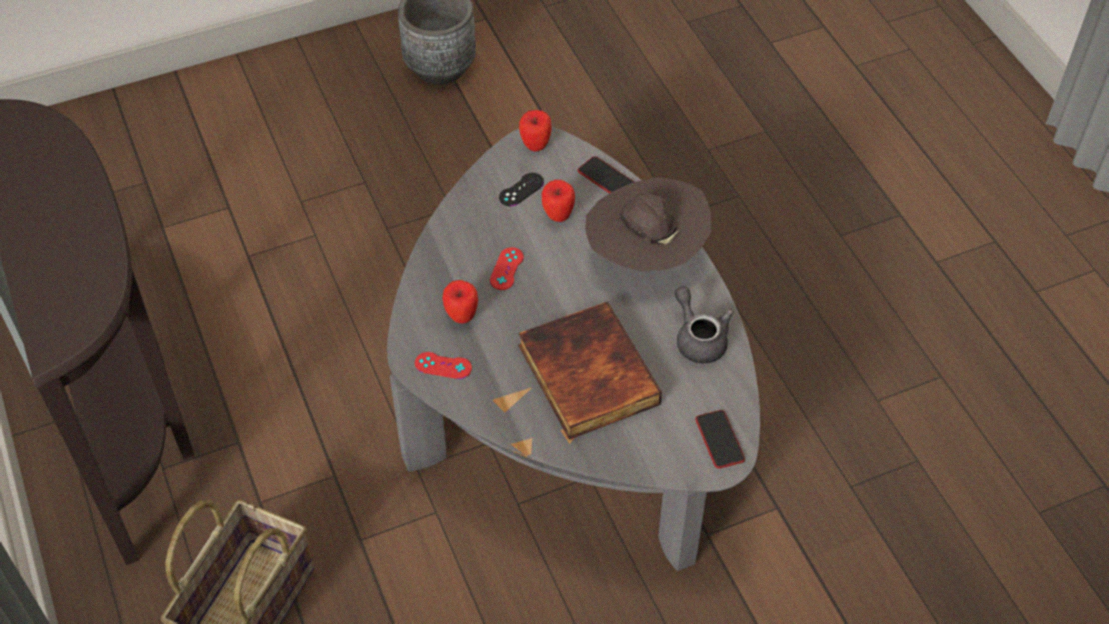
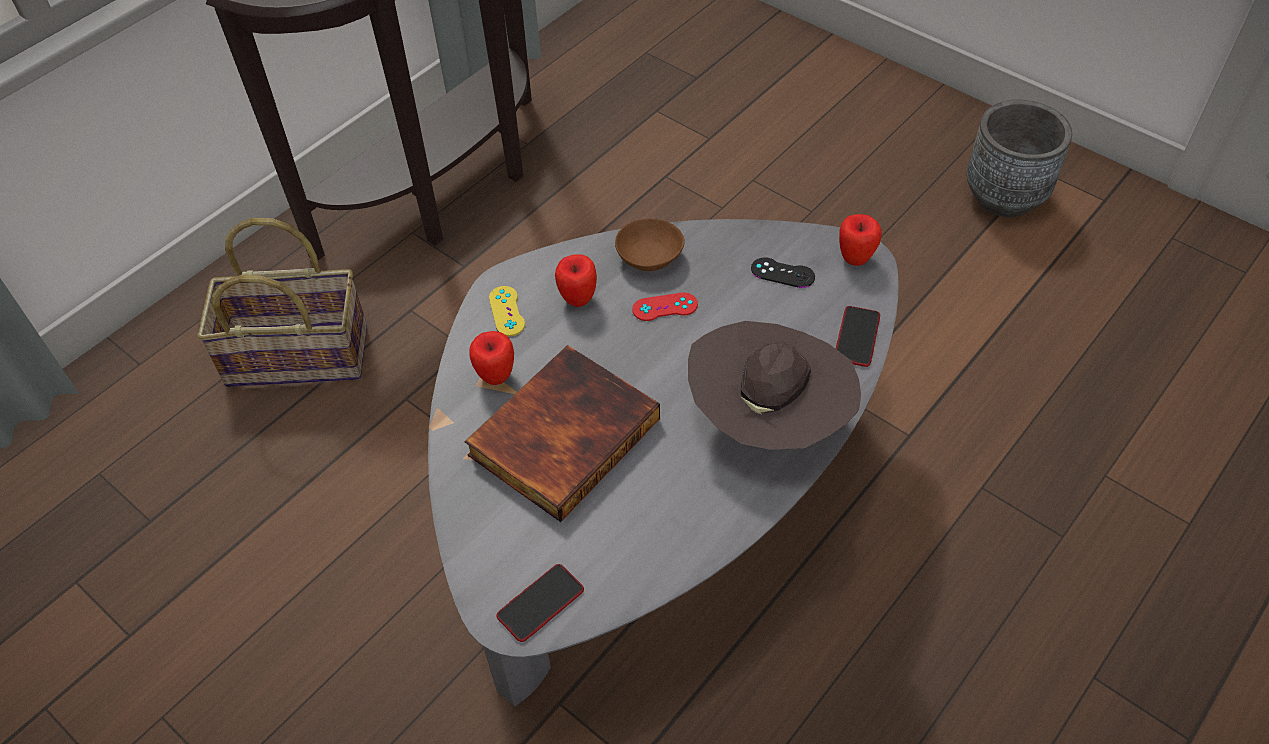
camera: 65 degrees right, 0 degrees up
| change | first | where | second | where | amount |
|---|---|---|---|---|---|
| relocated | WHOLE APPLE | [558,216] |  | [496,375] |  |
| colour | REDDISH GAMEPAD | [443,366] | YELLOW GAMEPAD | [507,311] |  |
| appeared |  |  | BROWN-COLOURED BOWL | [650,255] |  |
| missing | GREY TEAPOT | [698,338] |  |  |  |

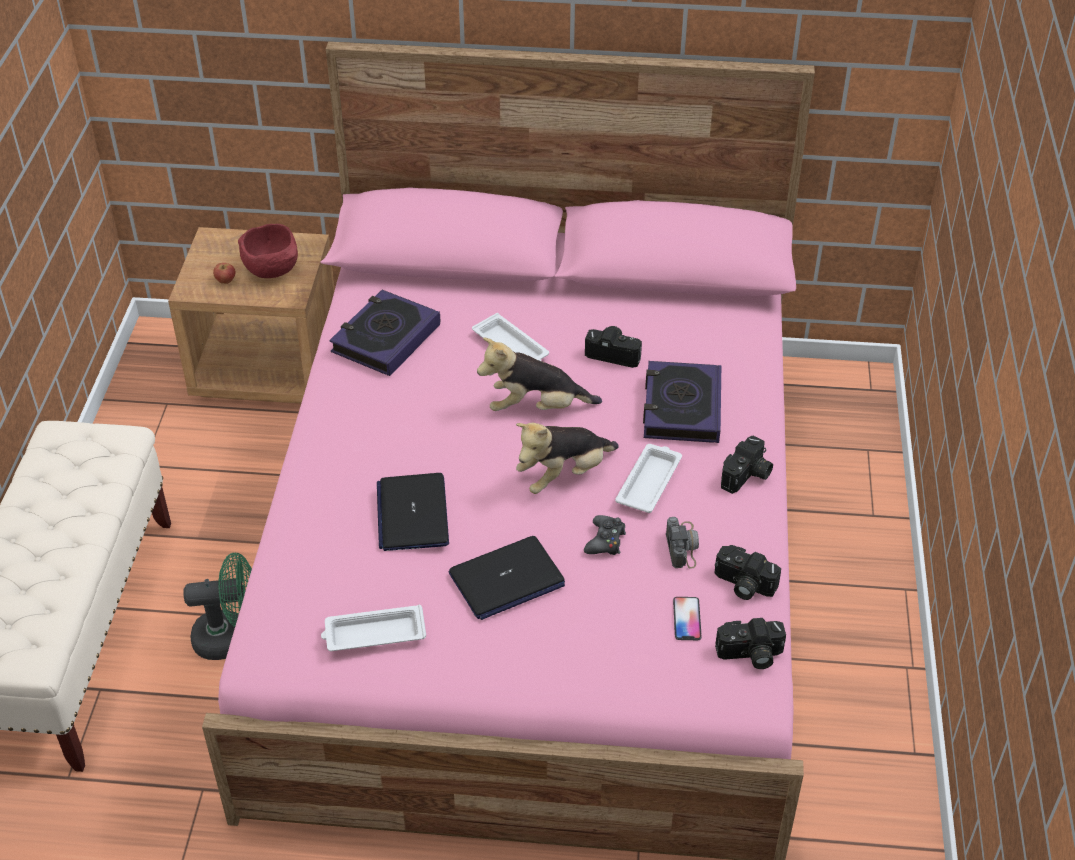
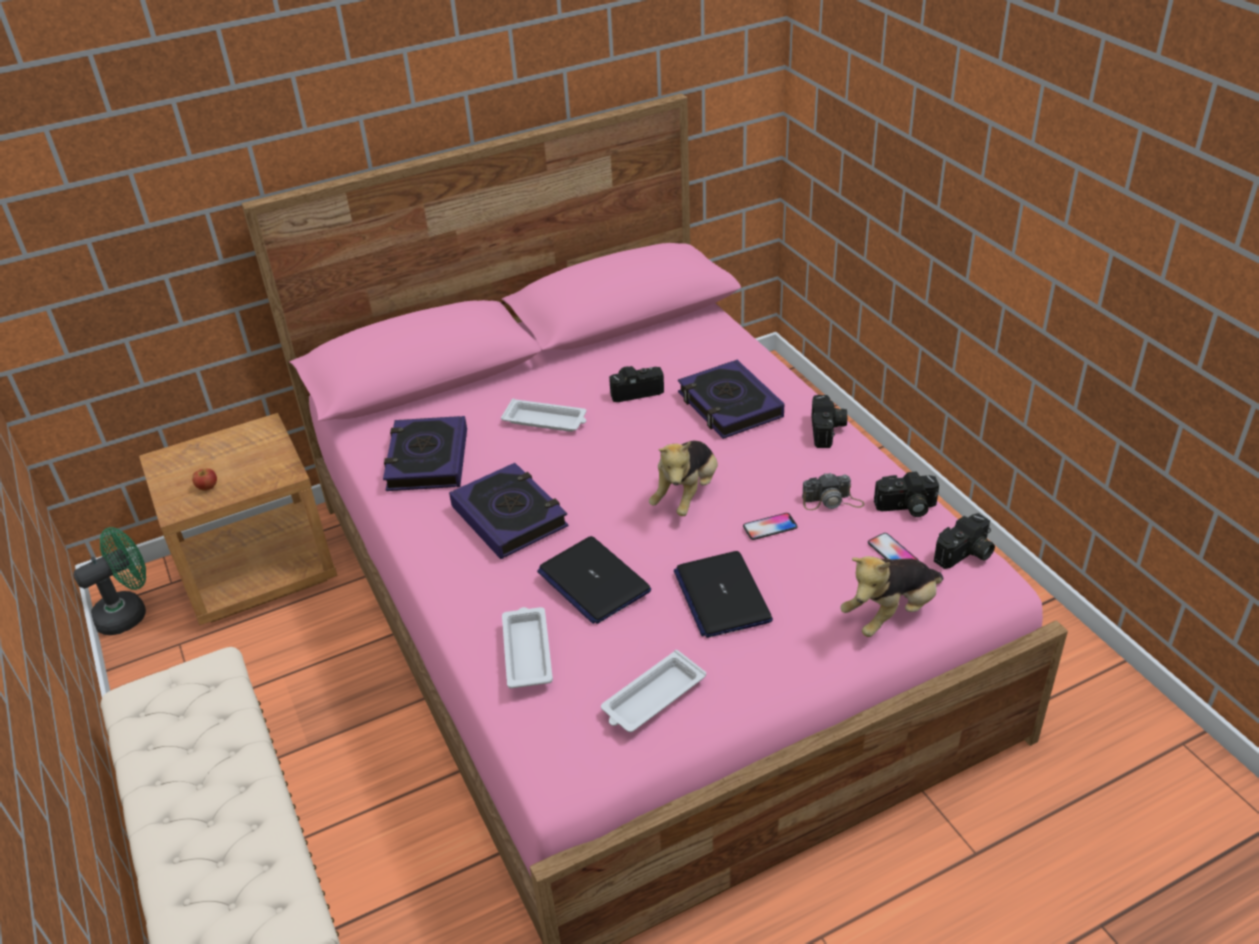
camera: 30 degrees left, 5 degrees down
| change | first | where | second | where | amount |
|---|---|---|---|---|---|
| relocated | GREEN-COLOURED ELECTRIC FAN | [230,637] |  | [129,612] |  |
| appeared |  |  | BOUND BOOK | [510,516] |  |
| relocated | WHITE-COLOURED TRAY | [649,481] |  | [527,651] |  |
| spun | PORTABLE COMPUTER | [506,580] |  | [721,595] | 135 degrees clockwise |
| exchanged | BLACK GAMEPAD | [605,541] | PHONE | [770,527] |  |
| spun | STILL CAMERA | [682,545] |  | [832,501] | 120 degrees clockwise |
| relocated | SOFT TOY | [536,407] |  | [891,613] |  |
| missing | REDDISH BOWL | [273,271] |  |  |  |

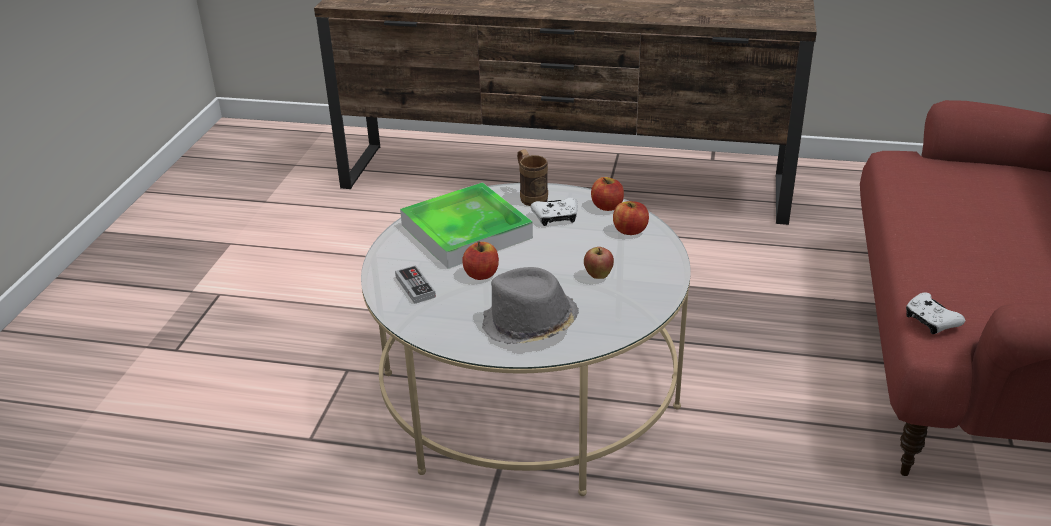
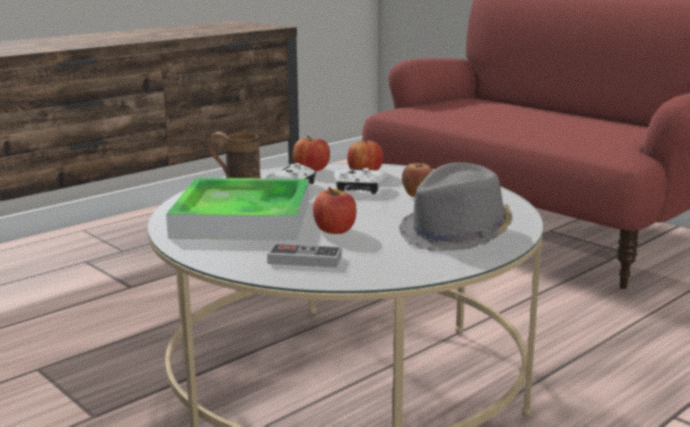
camera: 55 degrees left, 15 degrees down
| change | first | where | second | where | amount |
|---|---|---|---|---|---|
| relocated | WHITE-COLOURED GAMEPAD | [930,321] |  | [359,189] |  |

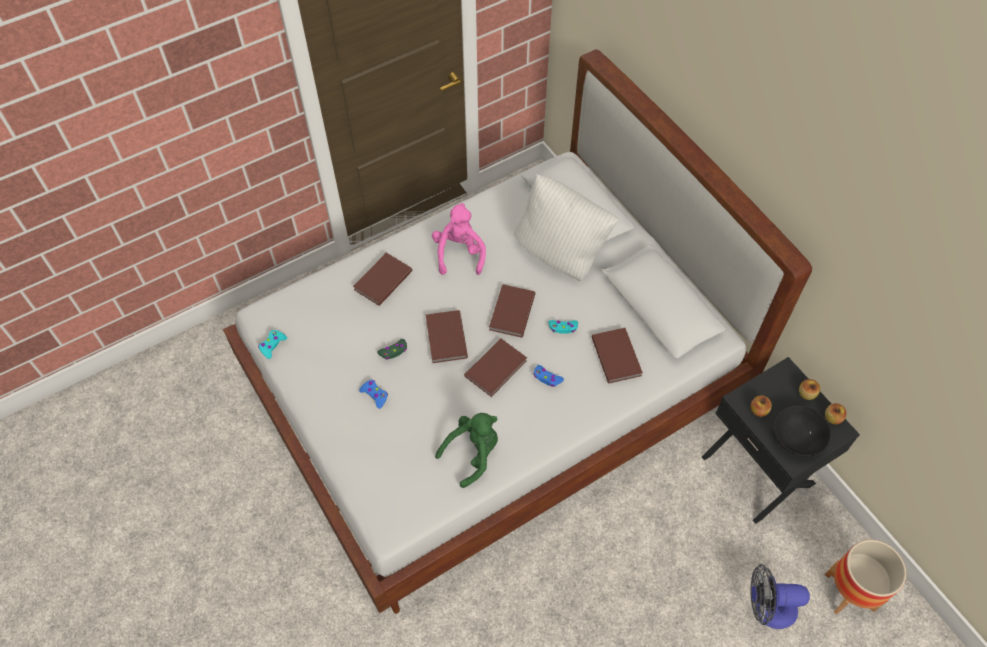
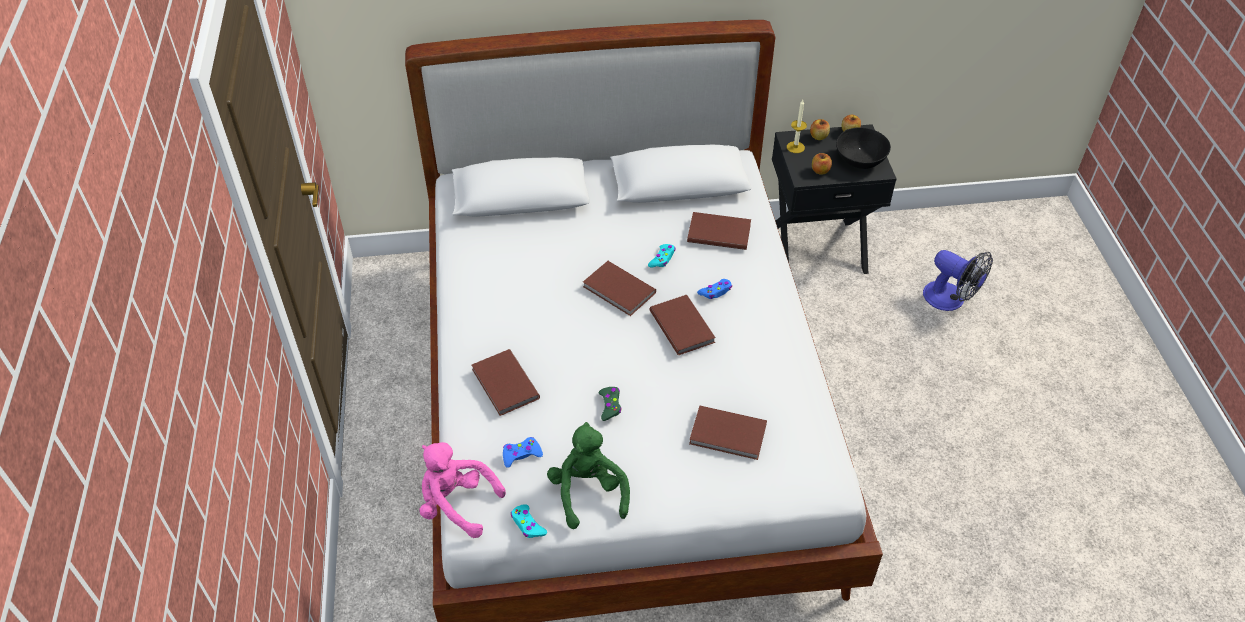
camera: 65 degrees left, 10 degrees down
| change | first | where | second | where | amount |
|---|---|---|---|---|---|
| relocated | PINKISH SOFT TOY | [459,253] |  | [456,504] |  |
| relocated | BLUE GAMEPAD | [375,395] |  | [521,455] |  |
| relocated | GREEN-COLOURED SOFT TOY | [472,453] |  | [588,492] |  |
| relocated | BROWN-COLOURED BOUND BOOK | [445,338] |  | [728,435] |  |
| appeared |  |  | CANDLE | [795,147] |  |
| spun | ELECTRIC FAN | [767,608] |  | [950,300] | 75 degrees counterclockwise |
| missing | WHITE-COLOURED PILLOW | [560,255] |  |  |  |
| missing | PLANT POT | [849,591] |  |  |  |

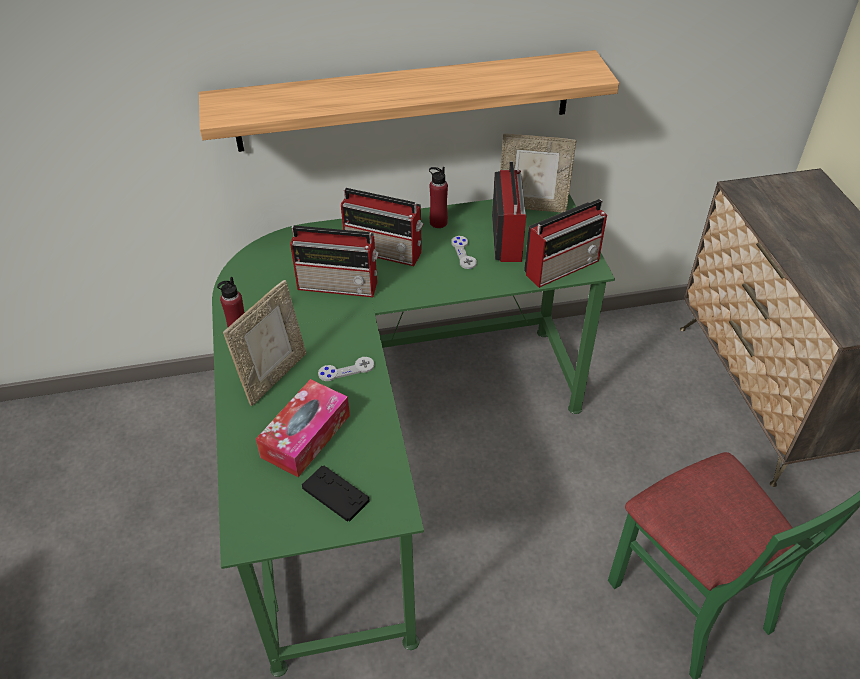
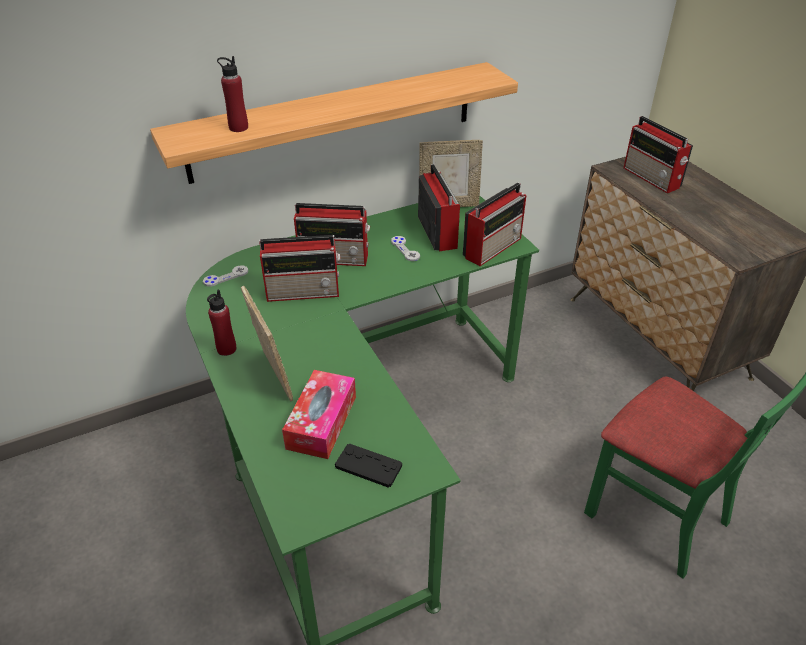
camera: 15 degrees left, 5 degrees down
| change | first | where | second | where | amount |
|---|---|---|---|---|---|
| relocated | GREY GAMEPAD | [346,370] |  | [226,277] |  |
| relocated | REDDISH BOTTLE | [438,222] |  | [238,127] |  |
| spun | STANDING FRAME | [274,376] |  | [272,377] | 45 degrees counterclockwise |
| appeared |  |  | RADIO | [652,178] |  |

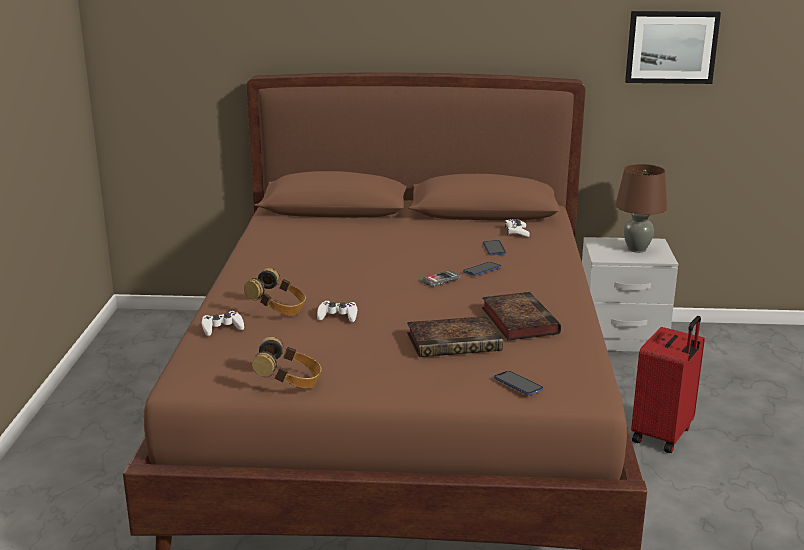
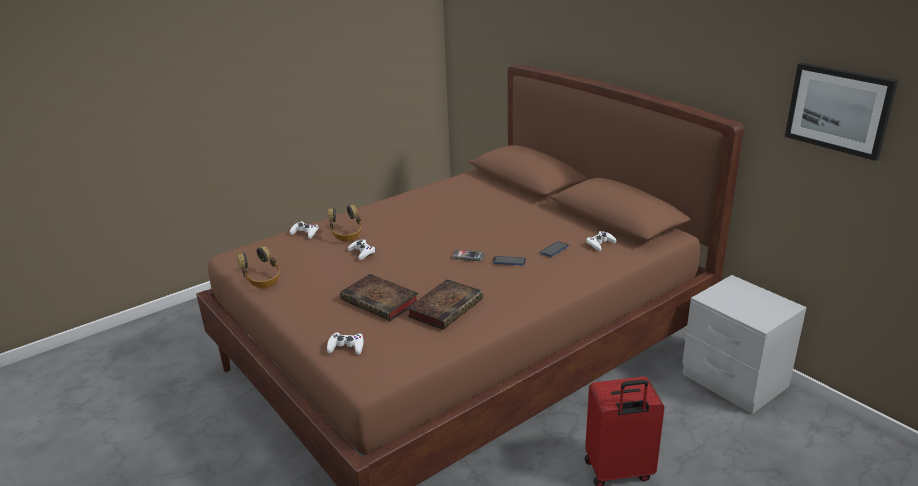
camera: 50 degrees right, 5 degrees up
| change | first | where | second | where | amount |
|---|---|---|---|---|---|
| exchanged | PHONE | [518,384] | WHITE-COLOURED GAMEPAD | [346,347] |  |
| missing | BROWN-COLOURED TABLETOP LAMP | [637,249] |  |  |  |

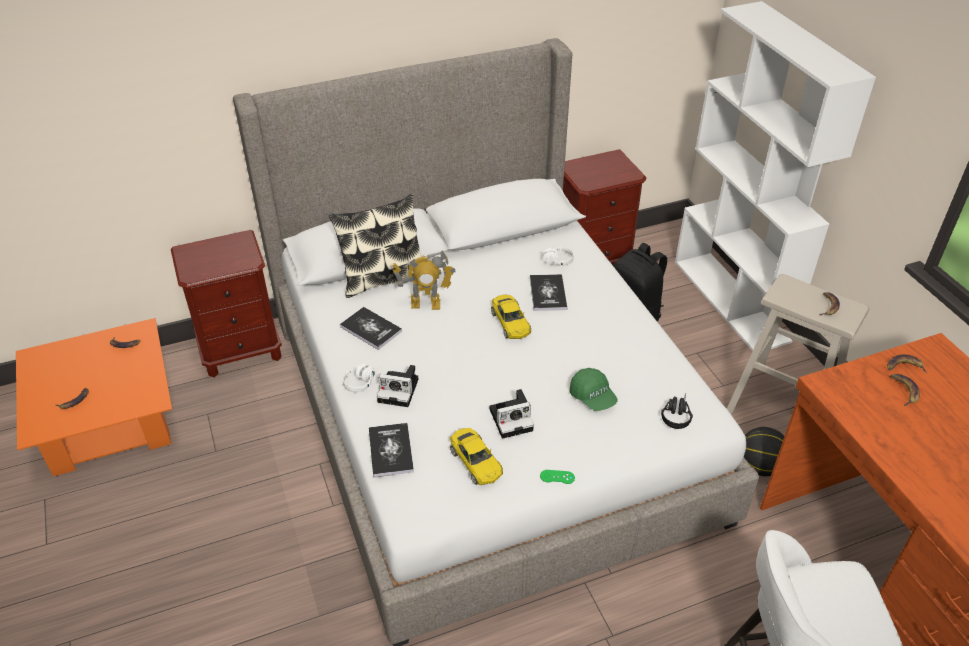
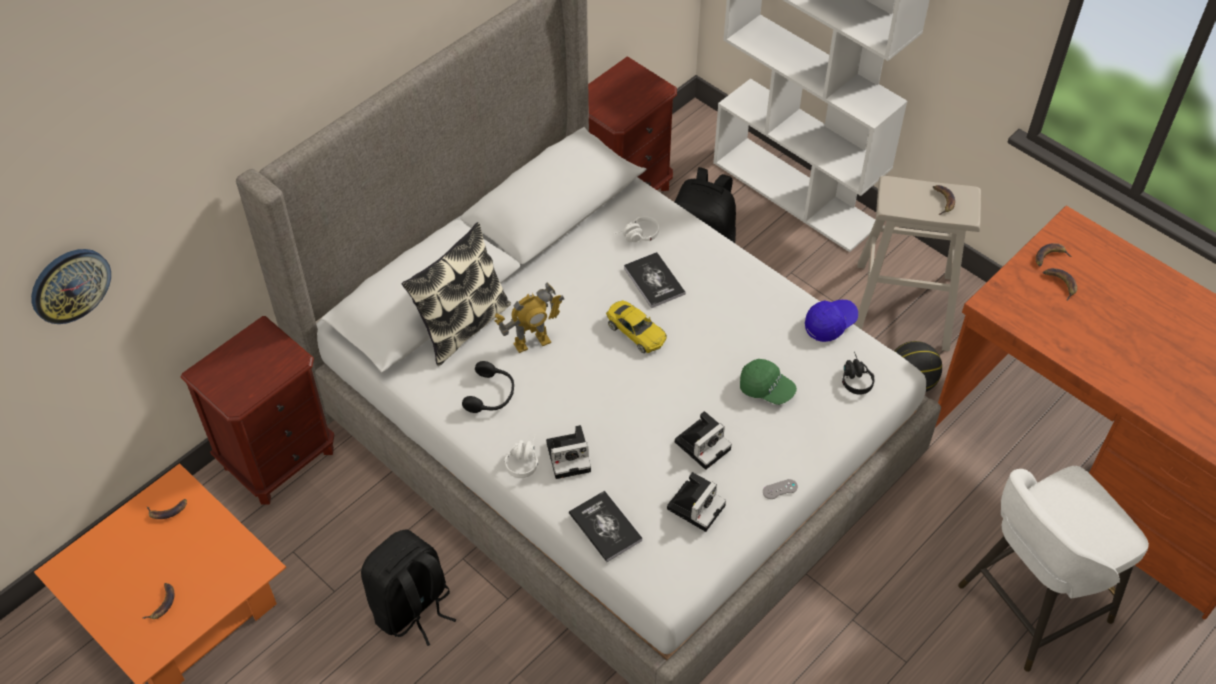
camera: 25 degrees left, 10 degrees up
| change | first | where | second | where | amount |
|---|---|---|---|---|---|
| appeared |  |  | HANGING CLOCK | [70,285] |  |
| appeared |  |  | BLACK BACKPACK | [412,608] |  |
| exchanged | BOUND BOOK | [371,329] | BLACK HEADSET | [491,395] |  |
| exchanged | YELLOW MODEL CAR | [476,462] | STILL CAMERA | [696,505] |  |
| colour | GREEN-COLOURED GAMEPAD | [557,477] | GREY GAMEPAD | [780,489] |  |
| appeared |  |  | BLUE BASEBALL CAP | [830,324] |  |

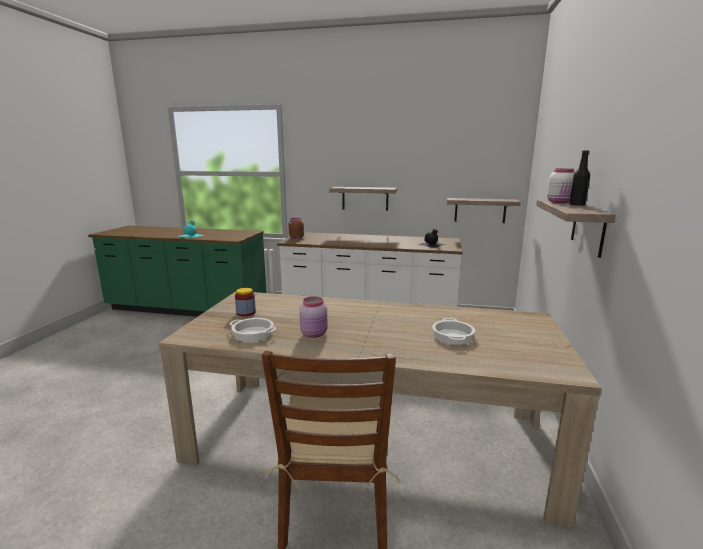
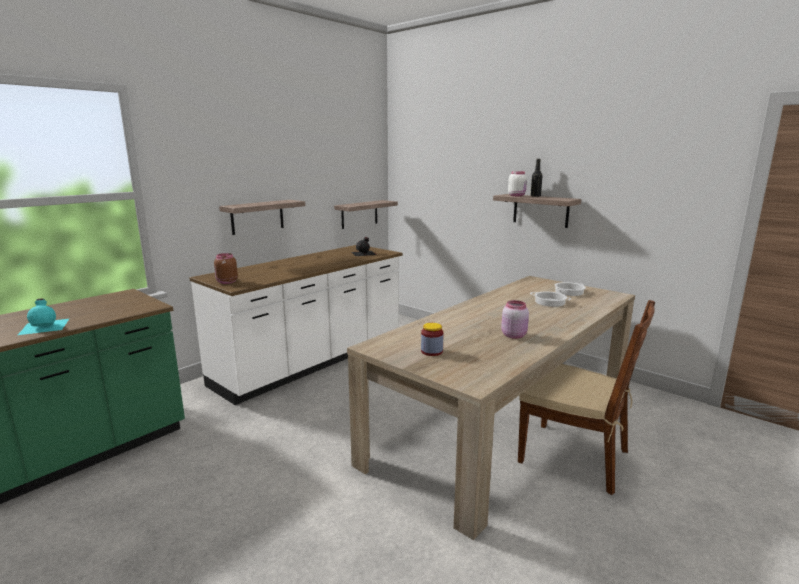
camera: 60 degrees left, 0 degrees up
| change | first | where | second | where | amount |
|---|---|---|---|---|---|
| relocated | STOCKPOT | [253,333] |  | [569,292] |  |

